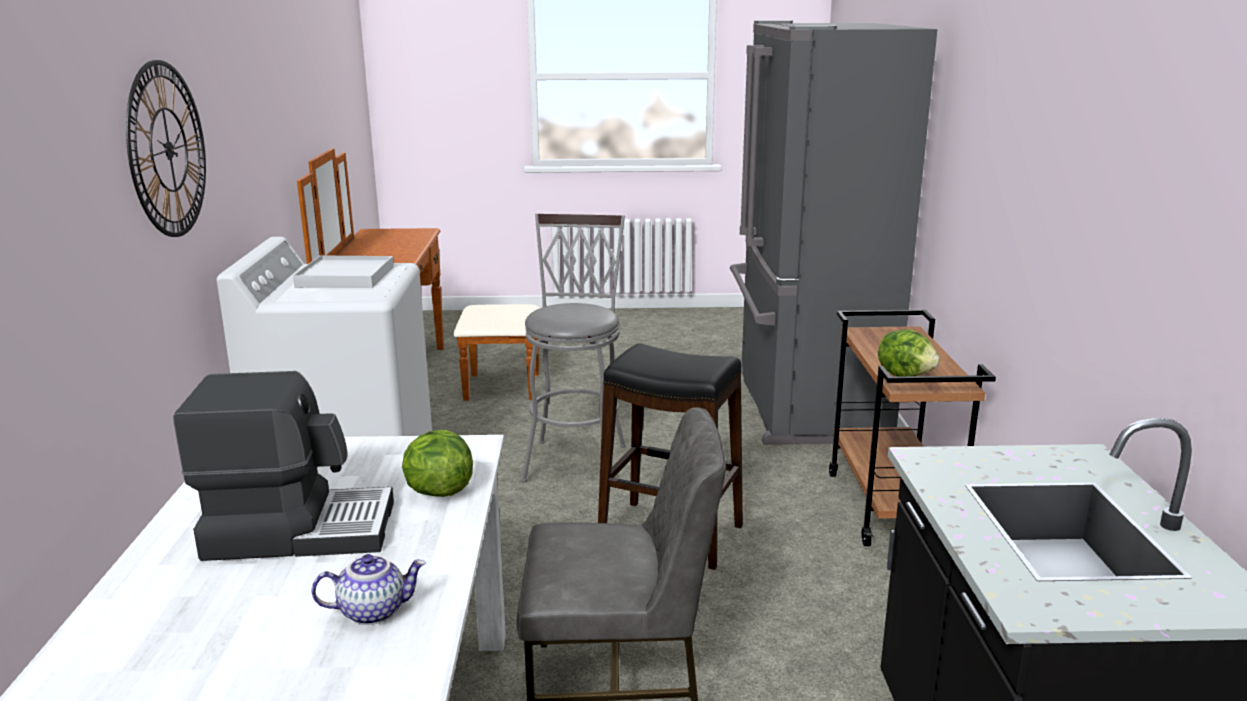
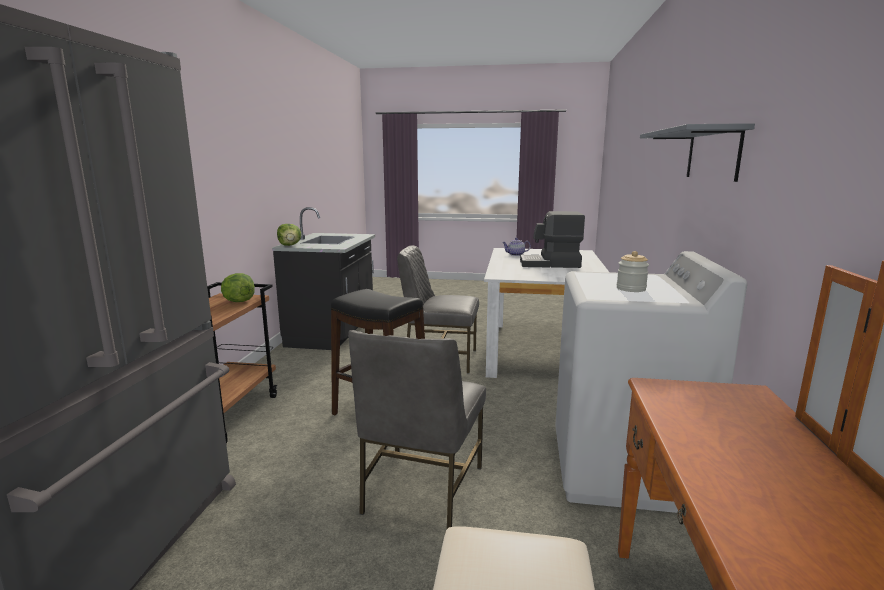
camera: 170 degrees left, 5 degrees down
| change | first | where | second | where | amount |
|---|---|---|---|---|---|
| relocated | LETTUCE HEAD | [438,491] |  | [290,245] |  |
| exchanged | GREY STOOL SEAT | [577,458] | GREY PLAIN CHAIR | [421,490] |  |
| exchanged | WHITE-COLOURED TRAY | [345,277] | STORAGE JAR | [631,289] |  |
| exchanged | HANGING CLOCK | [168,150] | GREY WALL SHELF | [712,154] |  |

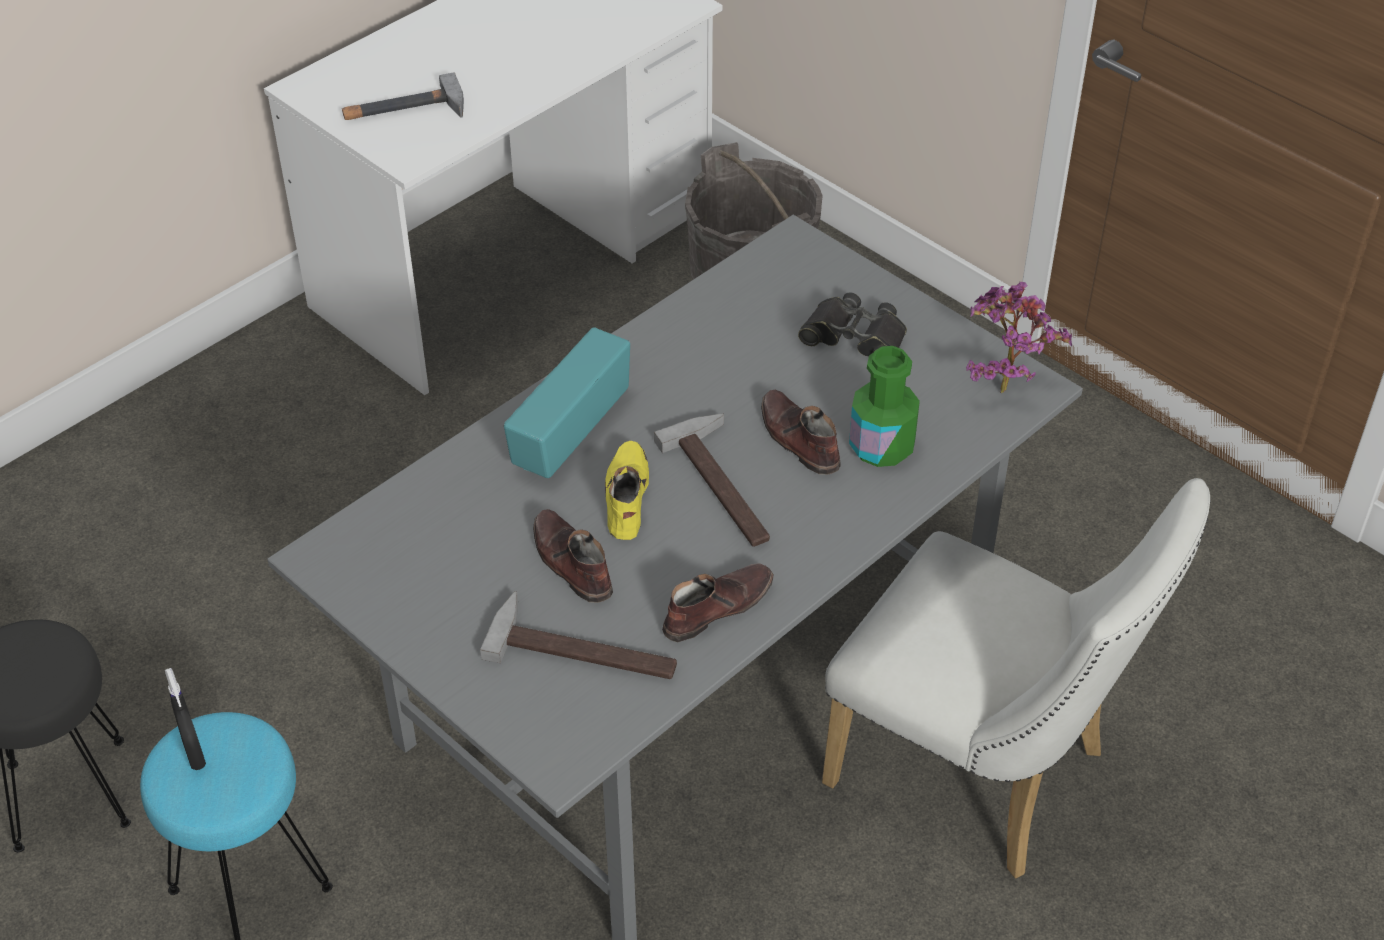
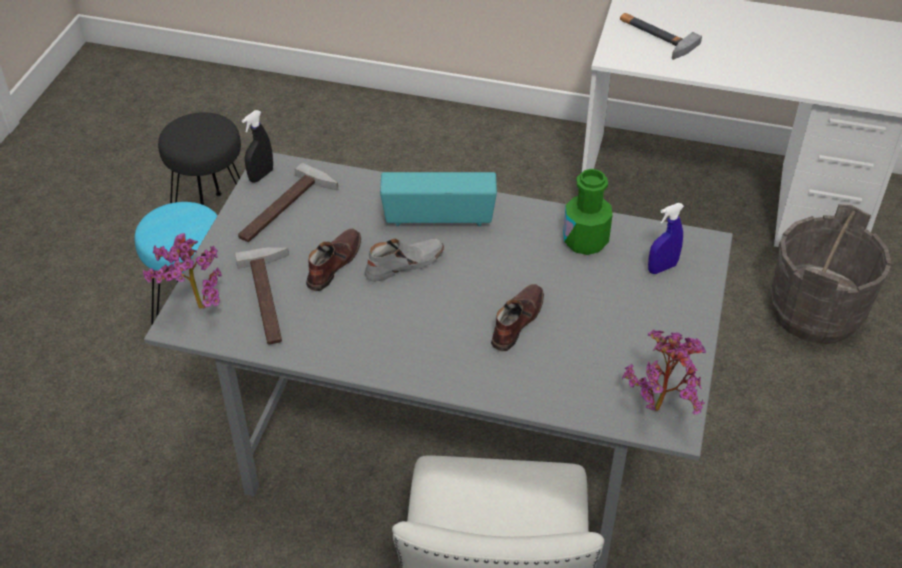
camera: 60 degrees right, 0 degrees up
| change | first | where | second | where | amount |
|---|---|---|---|---|---|
| appeared |  |  | PLANT IN A POT | [195,307] |  |
| relocated | HAND HAMMER | [727,485] |  | [286,210] |  |
| relocated | BLACK HAND SPRAYER | [194,754] |  | [261,175] |  |
| colour | YELLOW LOW SHOE | [625,497] | GREY LOW SHOE | [404,264] |  |
| relocated | GREEN-COLOURED BOTTLE | [881,446] |  | [585,241] |  |
| appeared |  |  | BLUE HAND SPRAYER | [662,268] |  |
| missing | BROWN-COLOURED LOW SHOE | [716,607] |  |  |  |
| missing | BLACK PAIR OF BINOCULARS | [855,337] |  |  |  |

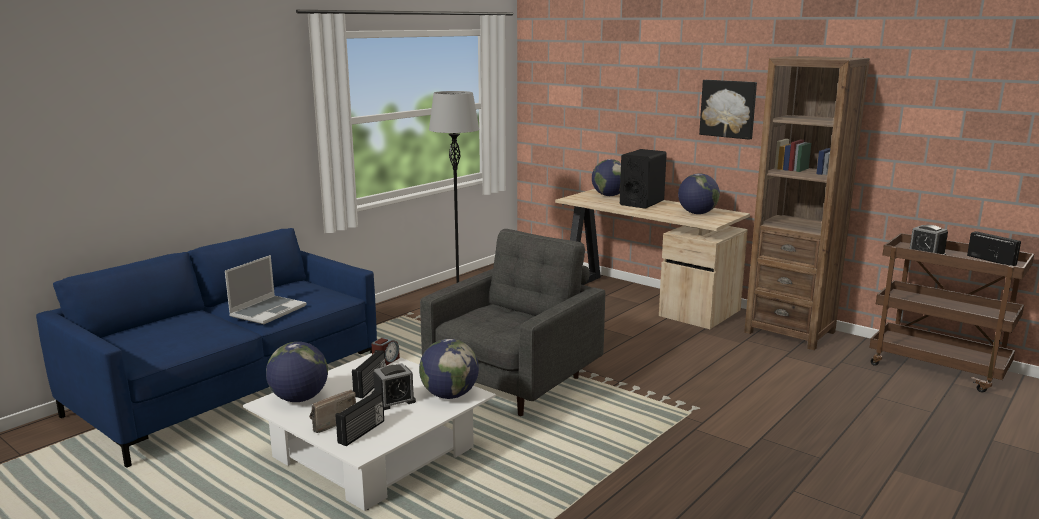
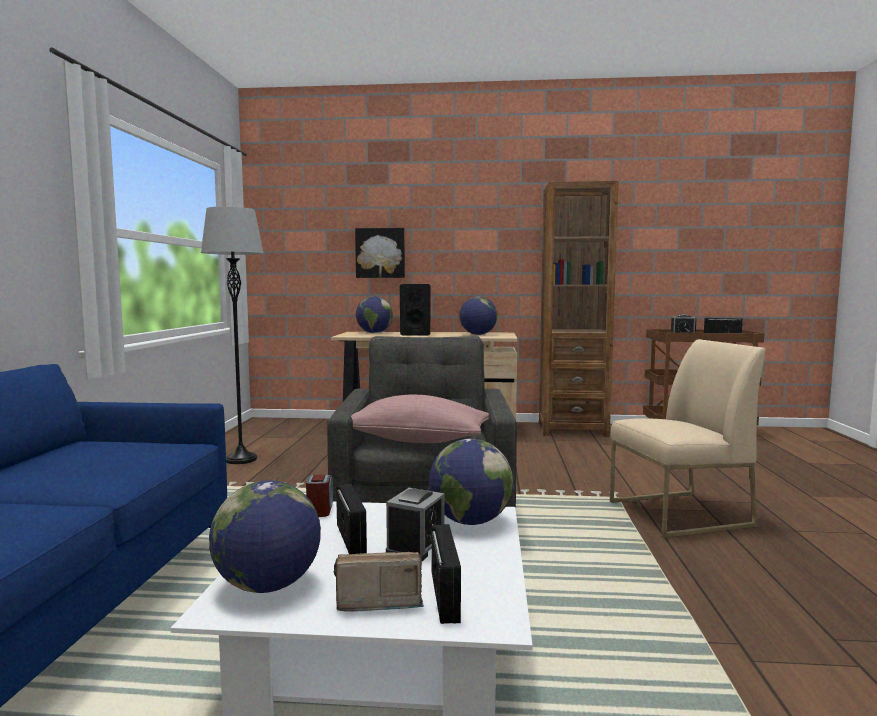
camera: 35 degrees left, 10 degrees down
| change | first | where | second | where | amount |
|---|---|---|---|---|---|
| spun | RADIO | [330,423] |  | [377,601] | 75 degrees clockwise |
| appeared |  |  | PINKISH PILLOW | [417,440] |  |
| relocated | WALL ART | [728,108] |  | [380,253] |  |
| appeared |  |  | SAND-COLOURED PLAIN CHAIR | [679,514] |  |
| missing | PORTABLE COMPUTER | [268,311] |  |  |  |

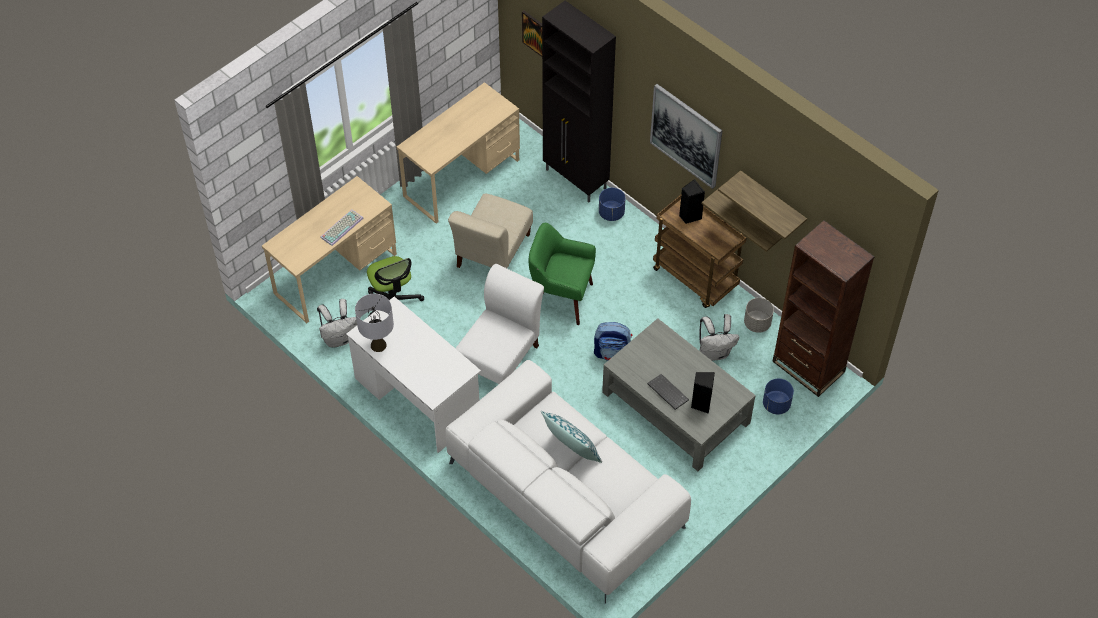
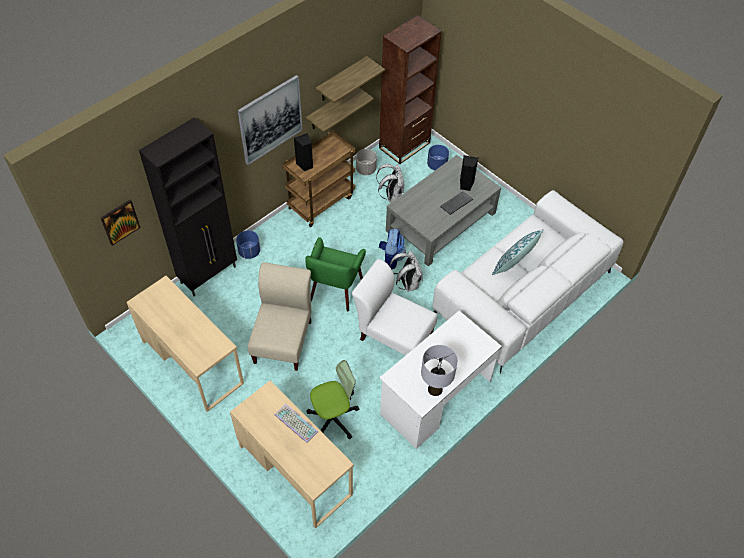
camera: 90 degrees left, 0 degrees up
| change | first | where | second | where | amount |
|---|---|---|---|---|---|
| spun | SAND-COLOURED PLAIN CHAIR | [492,253] |  | [283,339] | 105 degrees counterclockwise |
| relocated | WHITE-COLOURED BACKPACK | [339,338] |  | [407,283] |  |

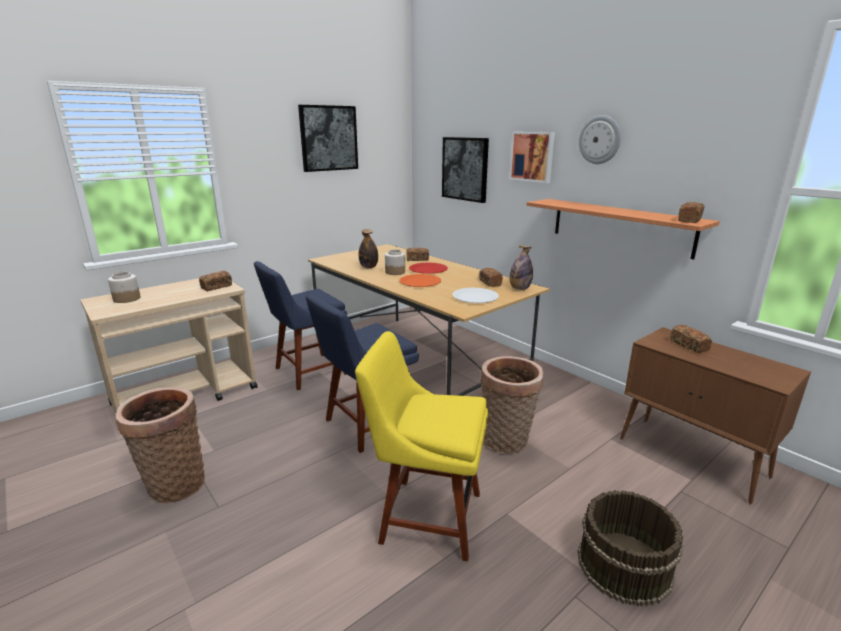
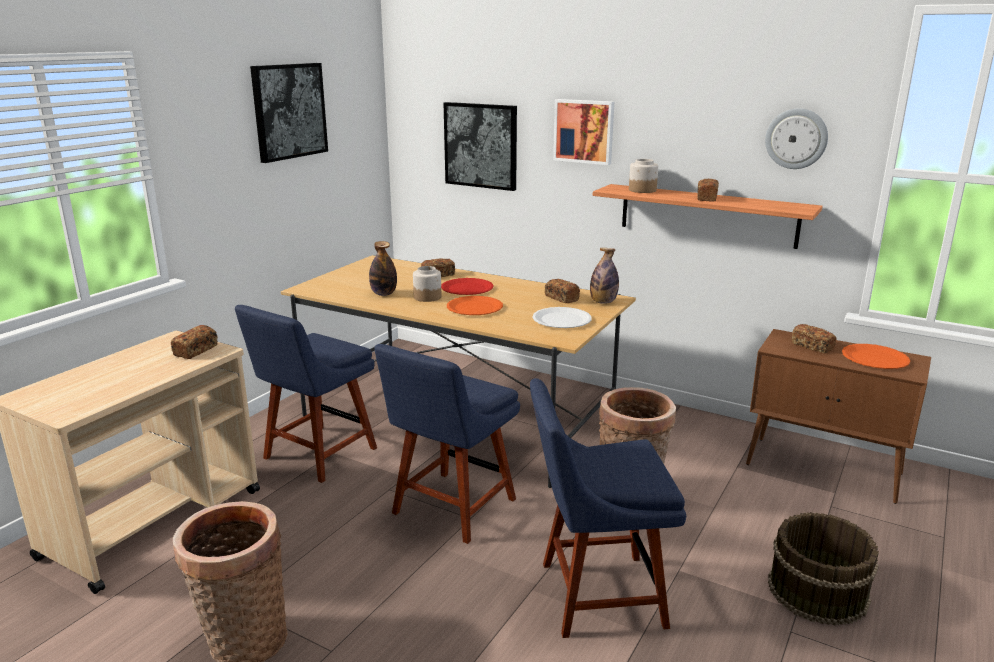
camera: 20 degrees left, 0 degrees up
| change | first | where | second | where | amount |
|---|---|---|---|---|---|
| colour | YELLOW PLAIN CHAIR | [425,516] | BLUE PLAIN CHAIR | [594,595] |  |
| relocated | STORAGE JAR | [126,299] |  | [642,190] |  |
| relocated | BREAD | [689,220] |  | [706,198] |  |
| relocated | HANGING CLOCK | [600,140] |  | [796,138] |  |
| appeared |  |  | ORANGEY PLATE | [874,358] |  |

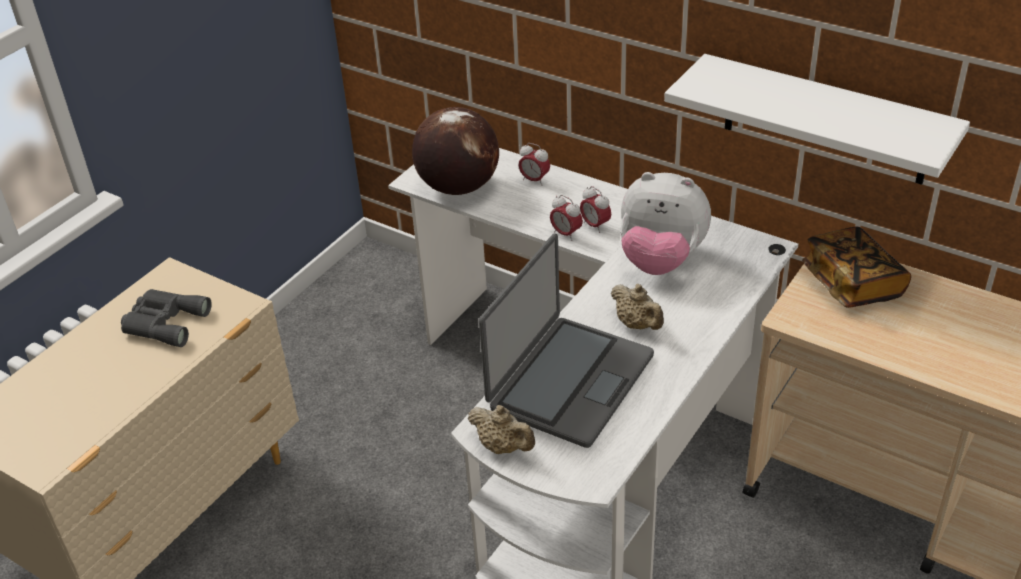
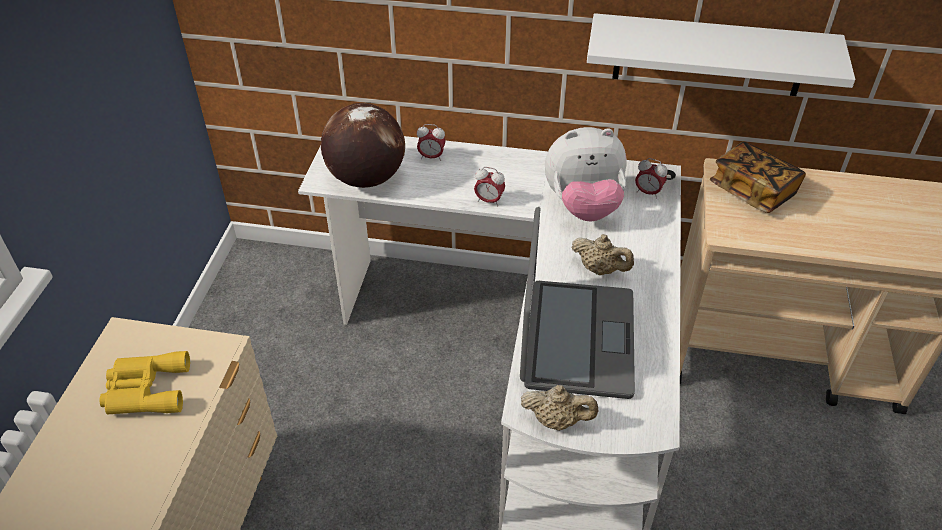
camera: 25 degrees left, 5 degrees up
| change | first | where | second | where | amount |
|---|---|---|---|---|---|
| colour | GREY PAIR OF BINOCULARS | [164,322] | YELLOW PAIR OF BINOCULARS | [145,389] |  |
| relocated | TABLE CLOCK | [595,225] |  | [648,192] |  |

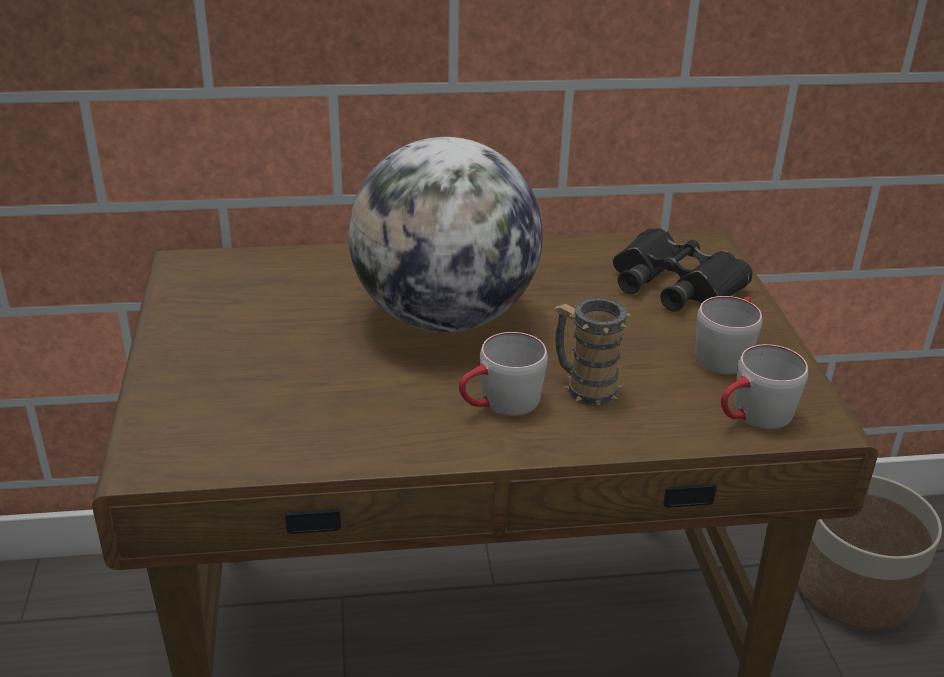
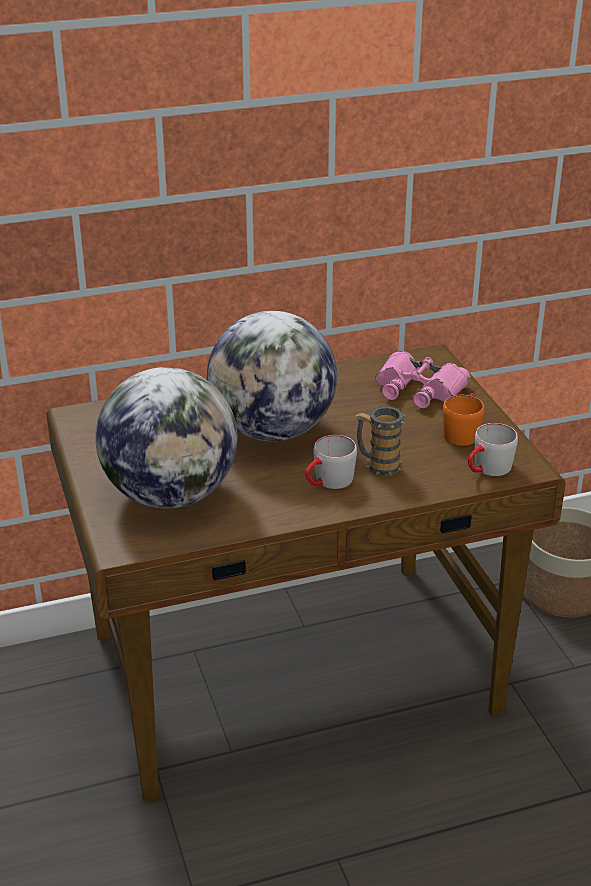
camera: 10 degrees left, 0 degrees up
| change | first | where | second | where | amount |
|---|---|---|---|---|---|
| appeared |  |  | WORLD GLOBE | [171,494] |  |
| colour | BLACK PAIR OF BINOCULARS | [674,284] | PINKISH PAIR OF BINOCULARS | [419,389] |  |
| colour | GREY TEA MUG | [726,353] | ORANGEY TEA MUG | [462,431] |  |

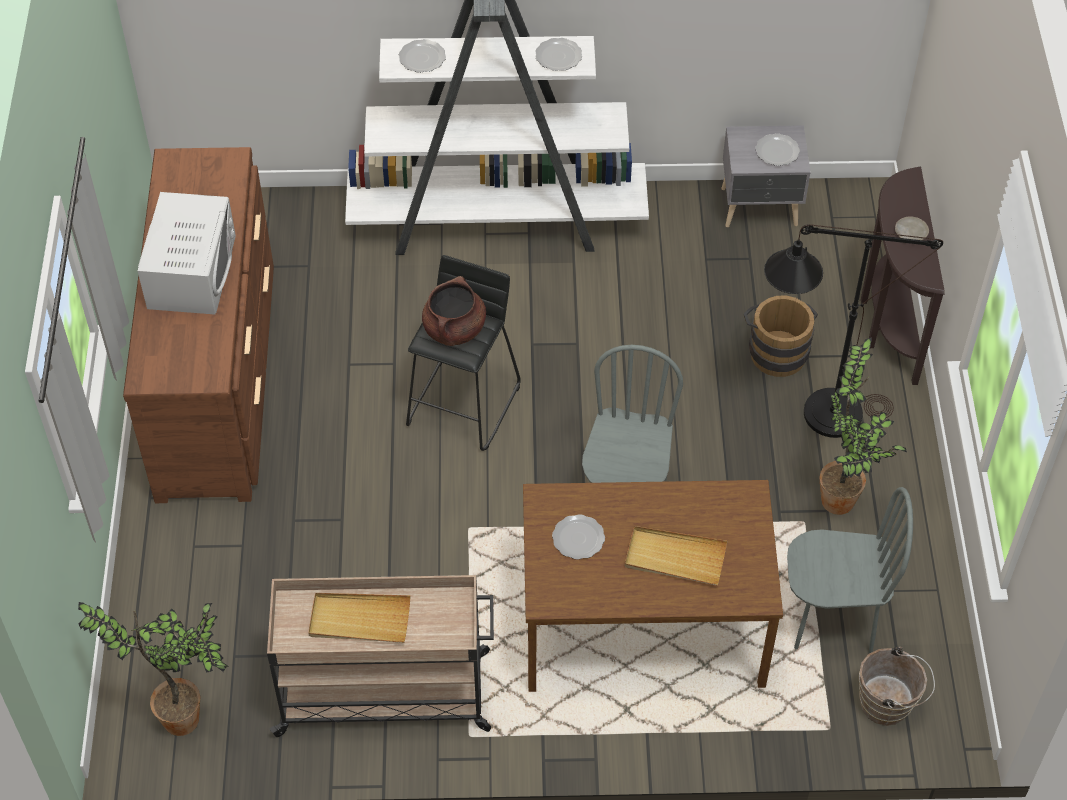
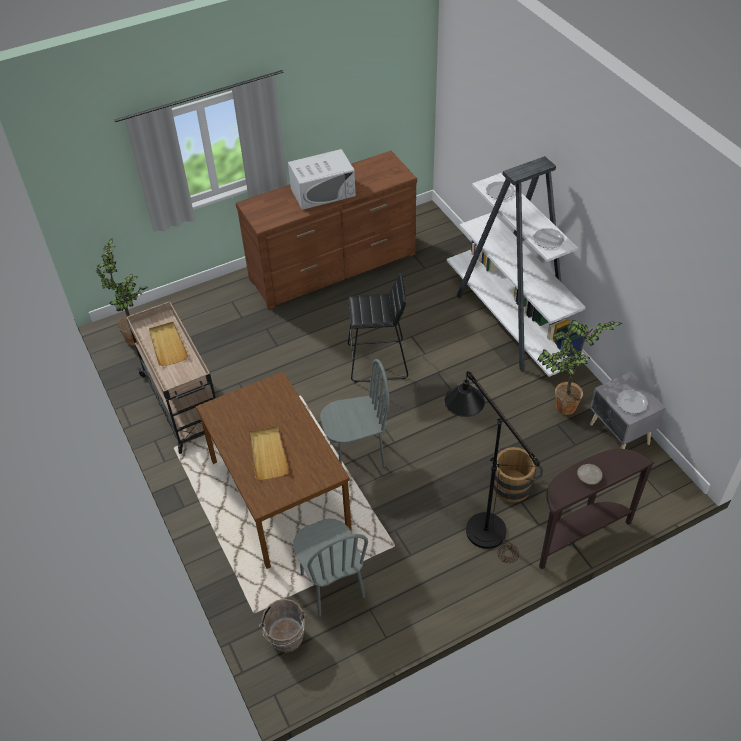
camera: 65 degrees right, 5 degrees down
| change | first | where | second | where | amount |
|---|---|---|---|---|---|
| relocated | PLANT IN A POT | [839,505] |  | [563,409] |  |
| missing | BROWN-COLOURED STOCKPOT | [454,329] |  |  |  |
| missing | PLATE | [579,538] |  |  |  |

